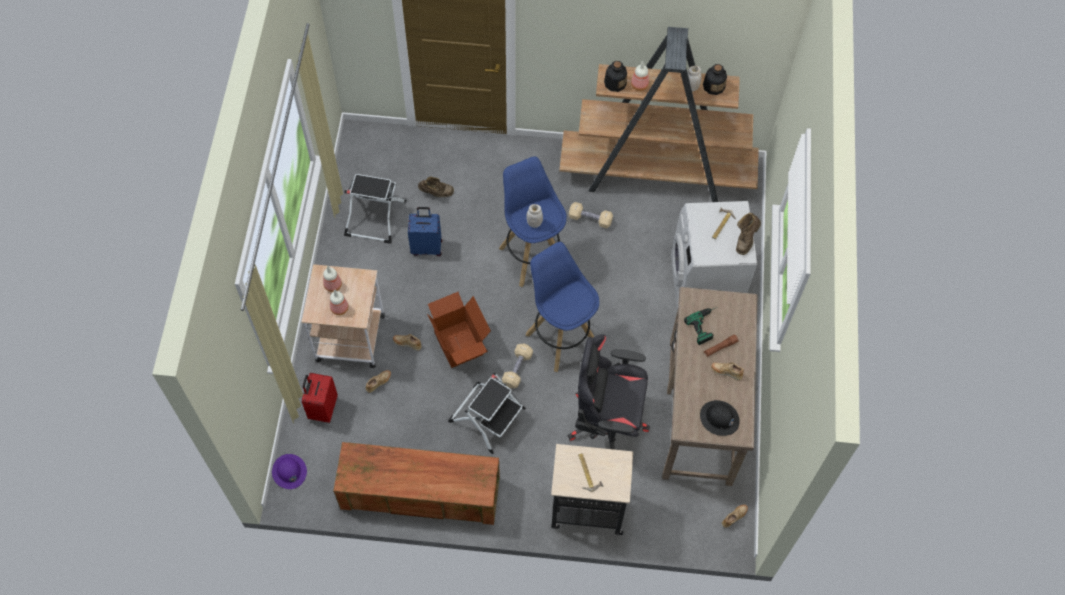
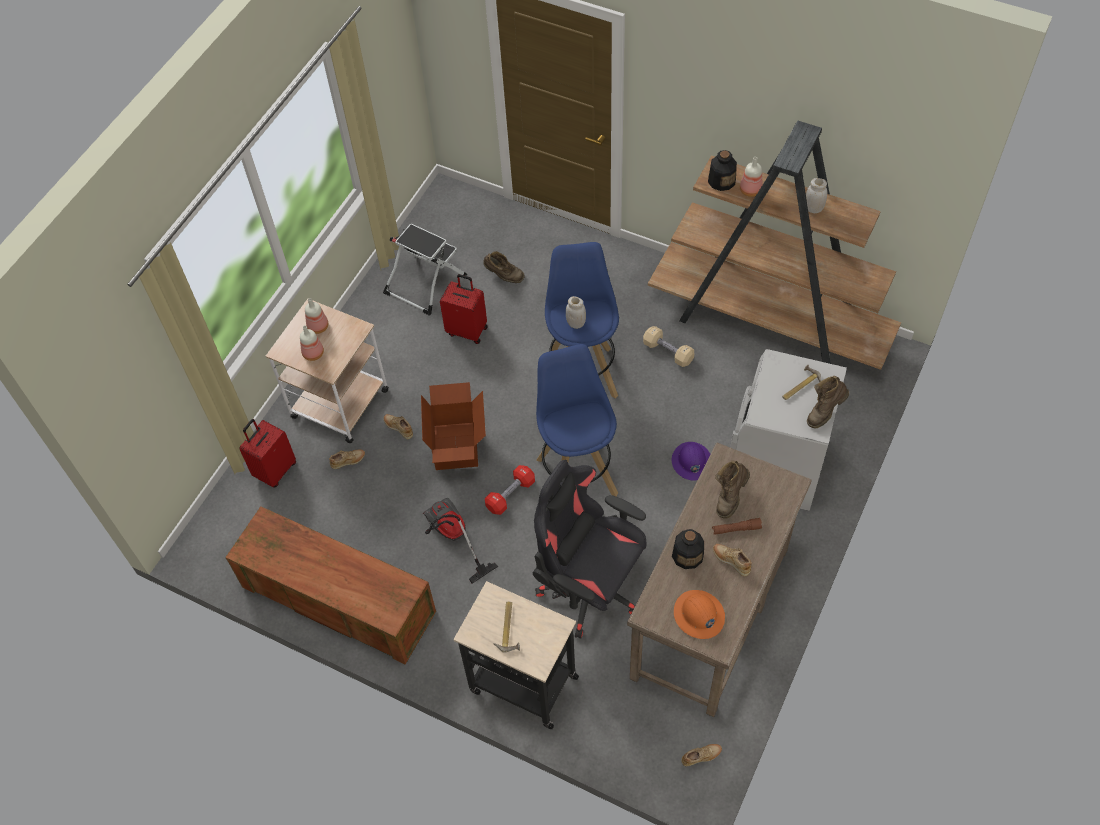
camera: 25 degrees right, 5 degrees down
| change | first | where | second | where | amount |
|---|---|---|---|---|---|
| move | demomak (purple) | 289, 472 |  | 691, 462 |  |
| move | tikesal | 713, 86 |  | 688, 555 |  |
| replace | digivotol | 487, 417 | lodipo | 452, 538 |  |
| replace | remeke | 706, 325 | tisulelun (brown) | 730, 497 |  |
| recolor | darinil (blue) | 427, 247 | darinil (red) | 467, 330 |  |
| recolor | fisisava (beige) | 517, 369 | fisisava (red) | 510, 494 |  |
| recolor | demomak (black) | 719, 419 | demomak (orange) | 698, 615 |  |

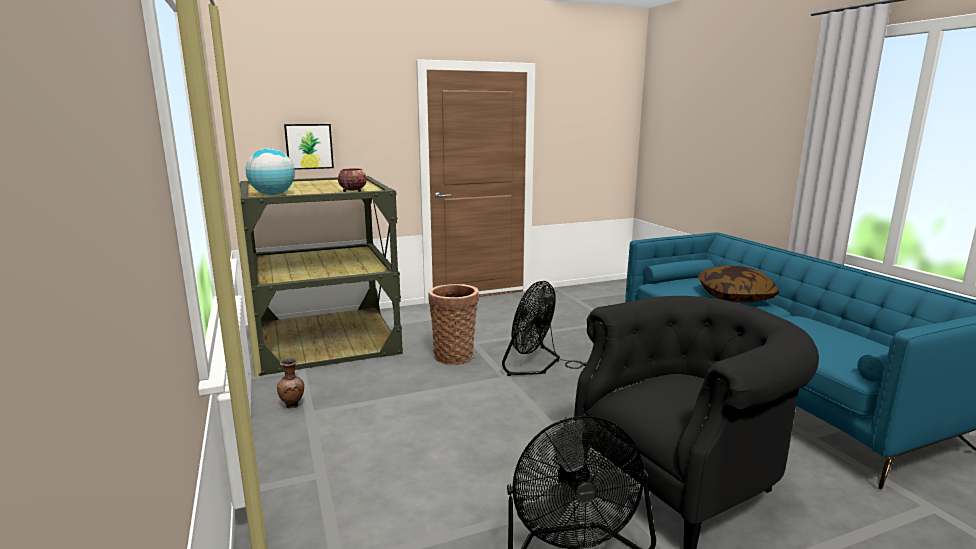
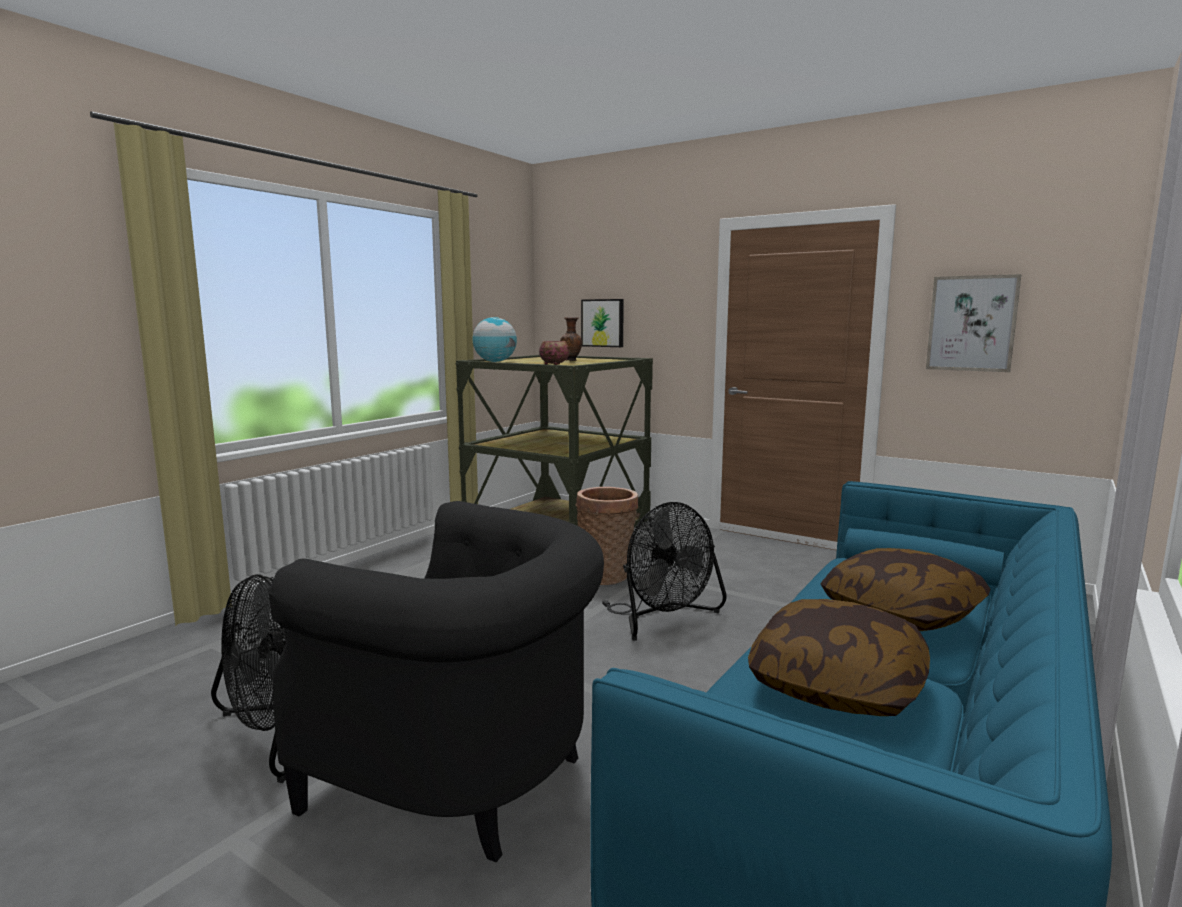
camera: 55 degrees right, 5 degrees down
| change | first | where | second | where | amount |
|---|---|---|---|---|---|
| insert |  |  | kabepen | 837, 684 |  |
| insert |  |  | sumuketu | 971, 323 |  |
| move | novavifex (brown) | 293, 406 |  | 571, 361 |  |
| rotate | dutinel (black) | 541, 363 |  | 659, 618 | 150 degrees clockwise |

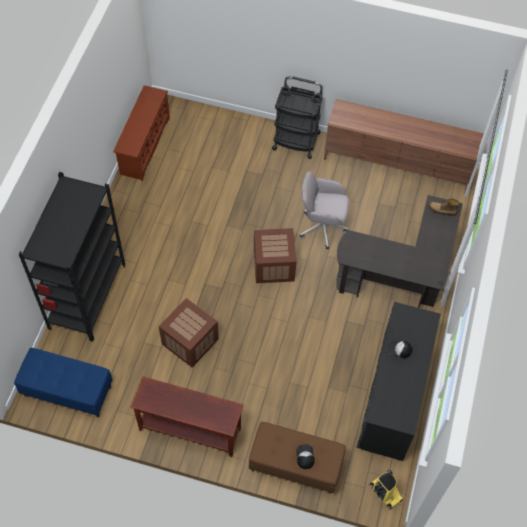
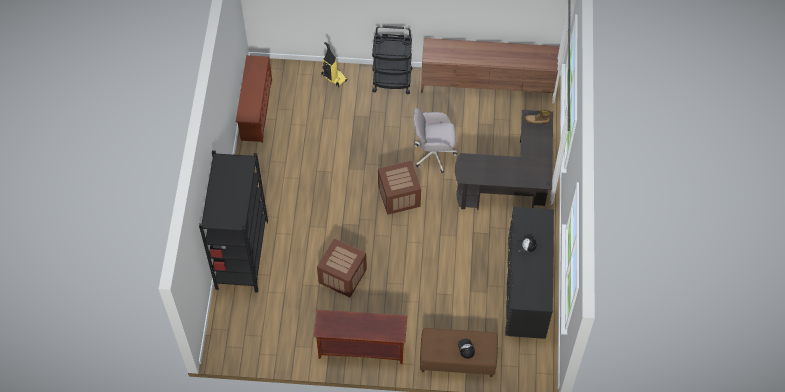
camera: 10 degrees left, 0 degrees up
| change | first | where | second | where | amount |
|---|---|---|---|---|---|
| delete | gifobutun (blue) | 67, 391 |  |  |  |
| move | lodipo | 384, 492 |  | 333, 78 |  |

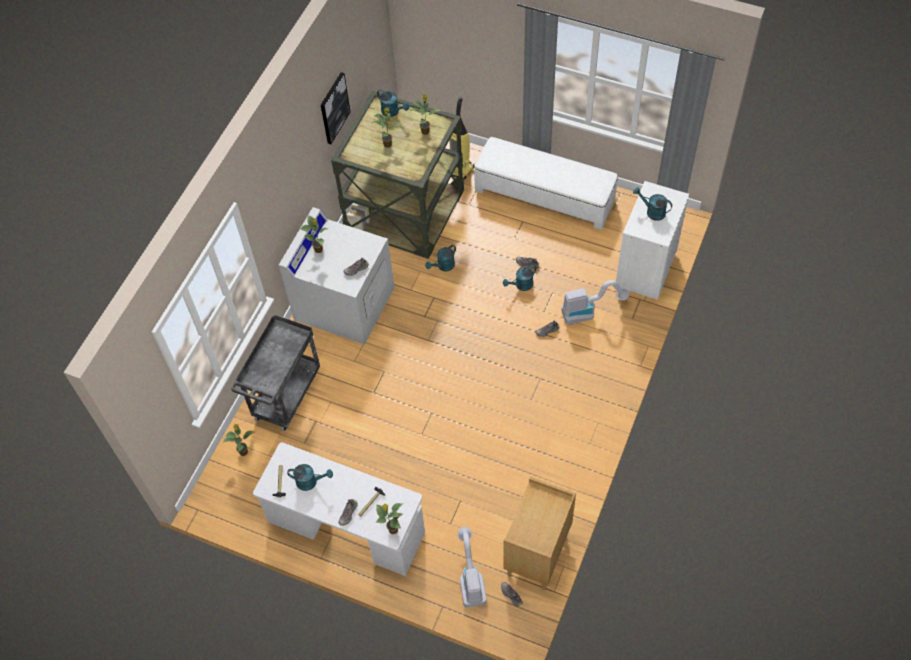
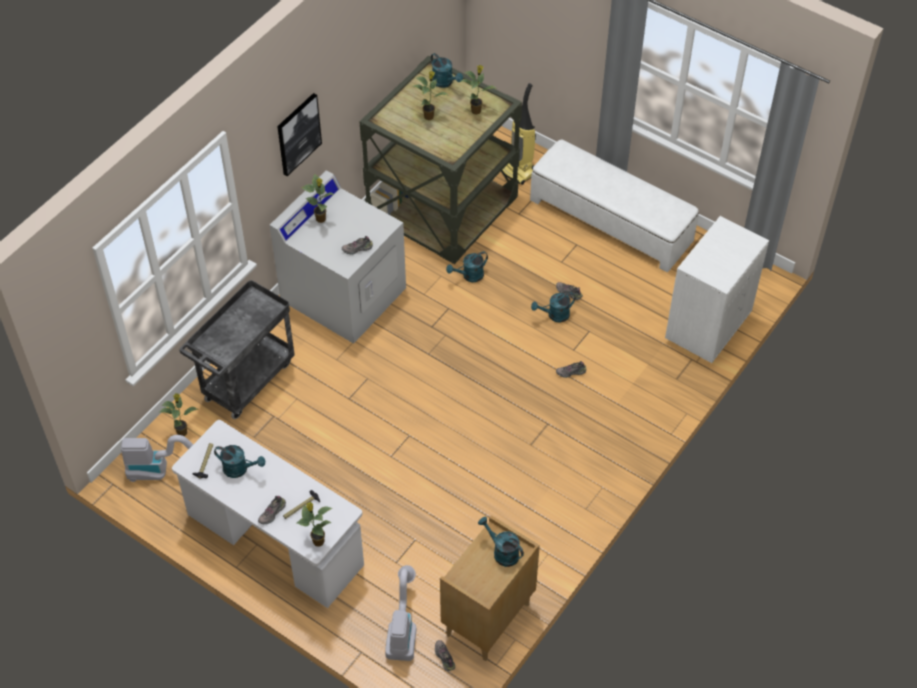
camera: 10 degrees right, 5 degrees down
| change | first | where | second | where | amount |
|---|---|---|---|---|---|
| move | sumuketu | 334, 108 |  | 298, 134 |  |
| move | lodipo | 588, 312 |  | 162, 470 |  |
| move | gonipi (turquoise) | 652, 211 |  | 502, 552 |  |

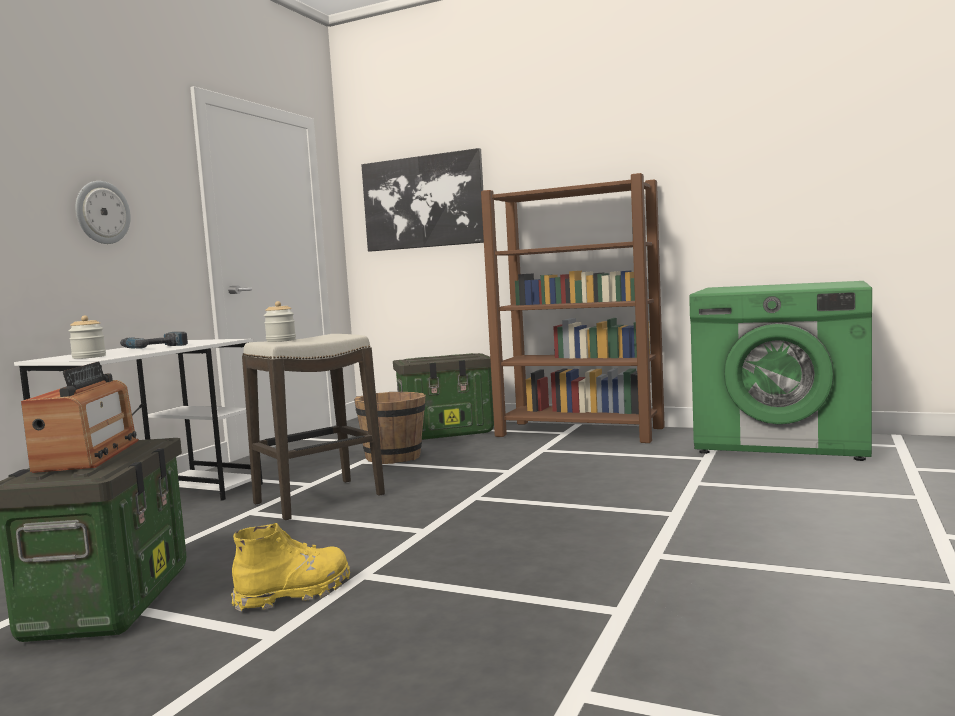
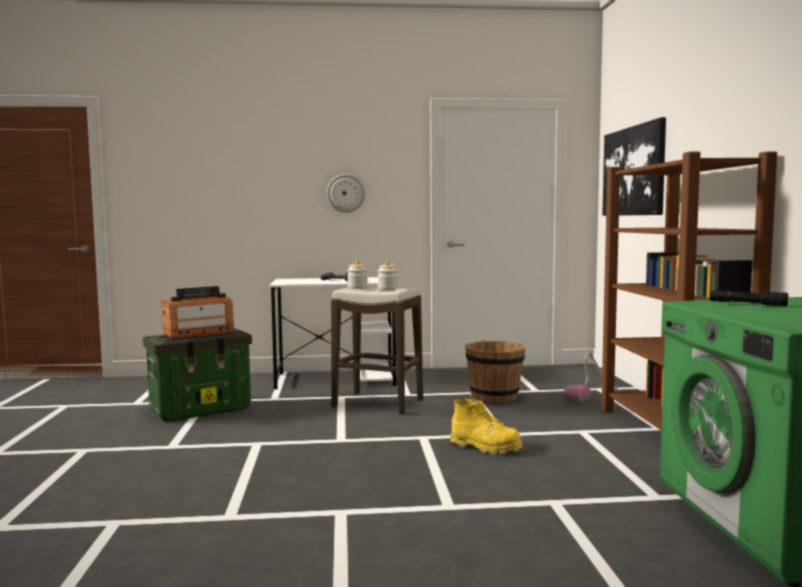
camera: 60 degrees right, 0 degrees up
| change | first | where | second | where | amount |
|---|---|---|---|---|---|
| insert |  |  | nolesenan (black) | 747, 304 |  |
| move | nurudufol | 89, 357 |  | 387, 289 |  |
| move | tisulelun (yellow) | 295, 594 |  | 485, 447 |  |
| replace | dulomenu | 447, 432 | lodipo | 591, 394 |  |

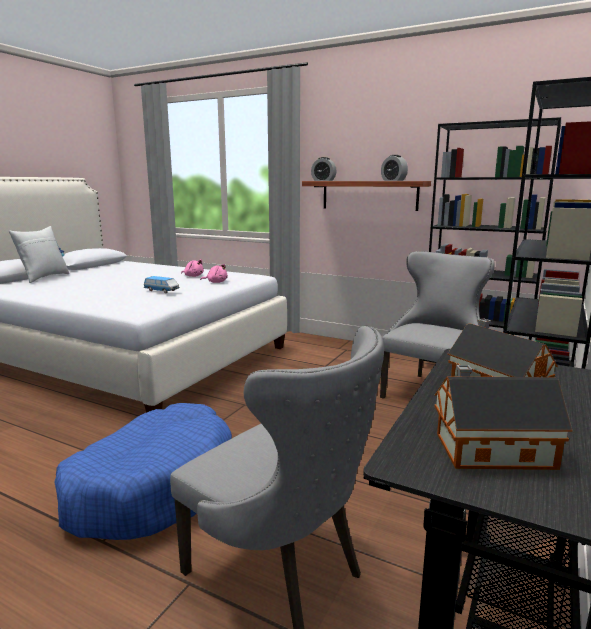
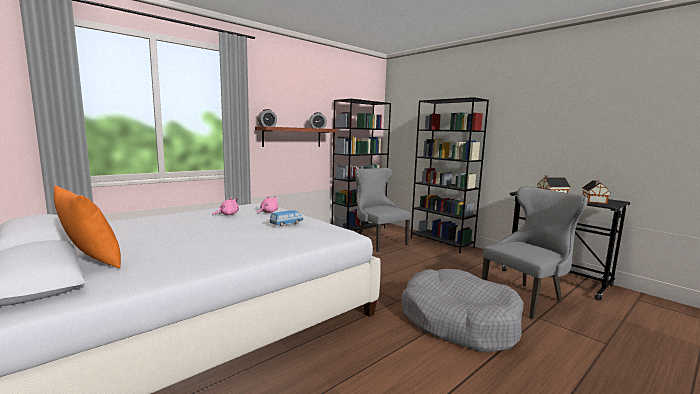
camera: 70 degrees left, 5 degrees down
| change | first | where | second | where | amount |
|---|---|---|---|---|---|
| recolor | kabepen (grey) | 44, 278 | kabepen (orange) | 91, 262 |  |
| recolor | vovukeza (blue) | 152, 486 | vovukeza (grey) | 458, 321 |  |

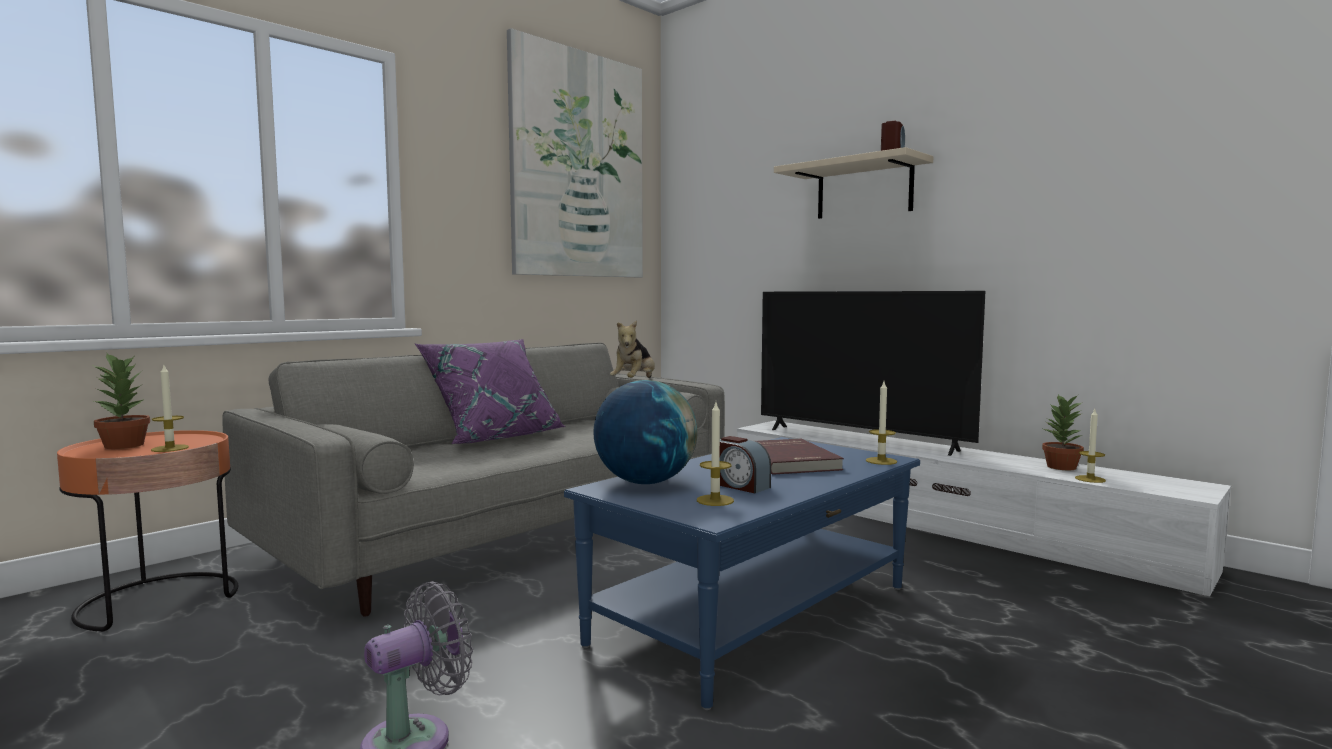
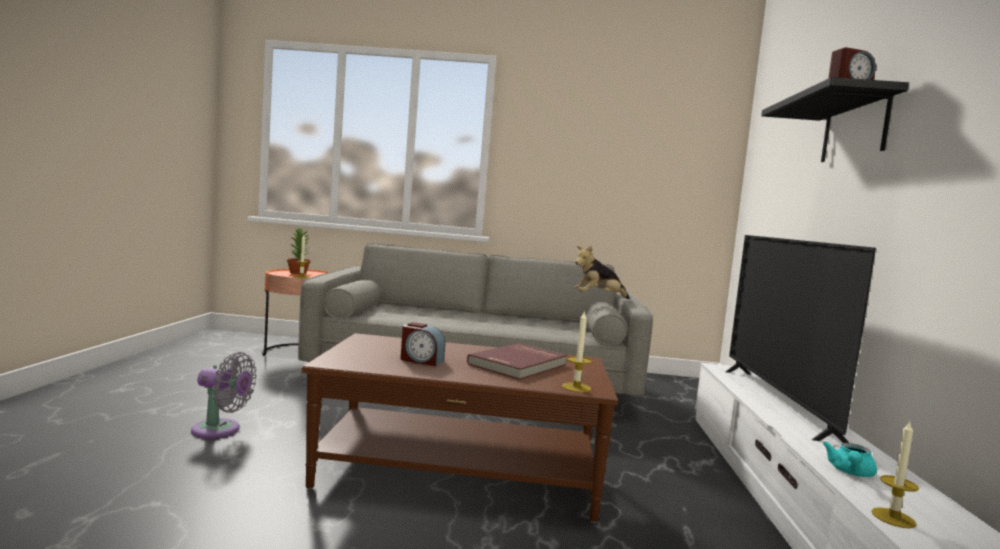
camera: 50 degrees right, 0 degrees up
| change | first | where | second | where | amount |
|---|---|---|---|---|---|
| delete | kabepen (purple) | 494, 437 |  |  |  |
| delete | sumuketu | 578, 165 |  |  |  |
| delete | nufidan | 645, 482 |  |  |  |
| delete | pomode | 715, 500 |  |  |  |
| delete | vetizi | 1061, 467 |  |  |  |
| insert |  |  | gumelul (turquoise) | 850, 472 |  |
| recolor | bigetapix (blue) | 756, 614 | bigetapix (brown) | 460, 475 |  |
| recolor | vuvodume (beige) | 864, 190 | vuvodume (black) | 854, 128 |  |
| rotate | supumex | 741, 486 |  | 421, 360 | 75 degrees counterclockwise |

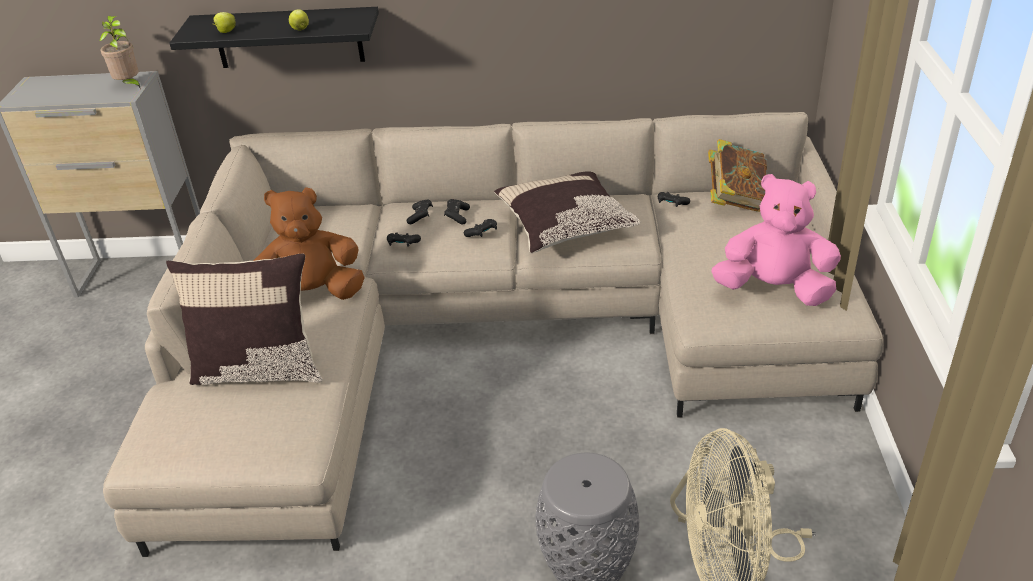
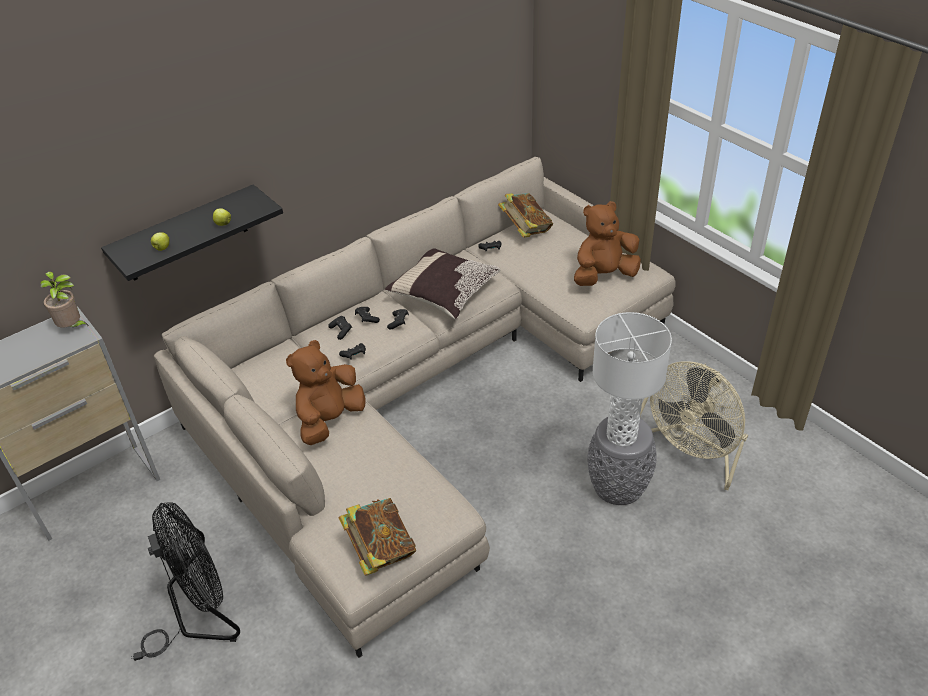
camera: 40 degrees left, 5 degrees up
| change | first | where | second | where | amount |
|---|---|---|---|---|---|
| delete | kabepen | 260, 370 |  |  |  |
| insert |  |  | dutinel (black) | 194, 607 |  |
| insert |  |  | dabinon | 380, 550 |  |
| insert |  |  | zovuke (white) | 621, 435 |  |
| recolor | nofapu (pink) | 774, 289 | nofapu (brown) | 603, 276 |  |

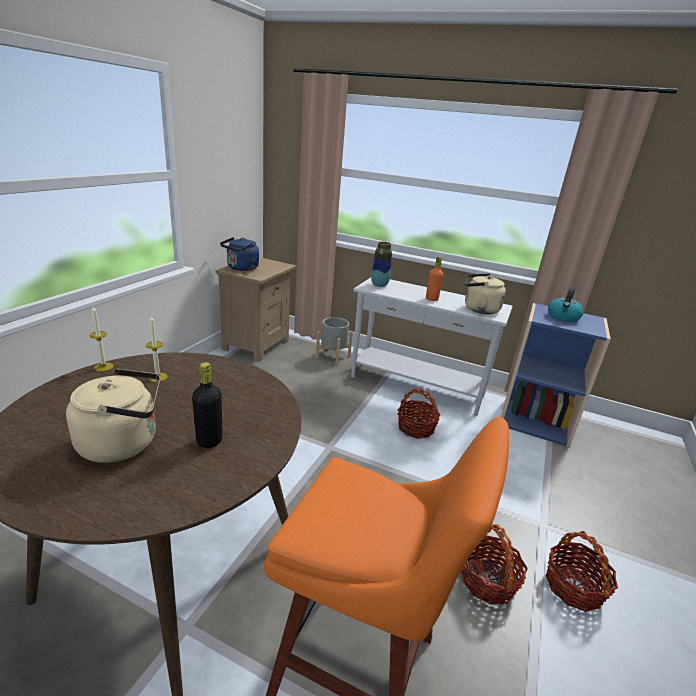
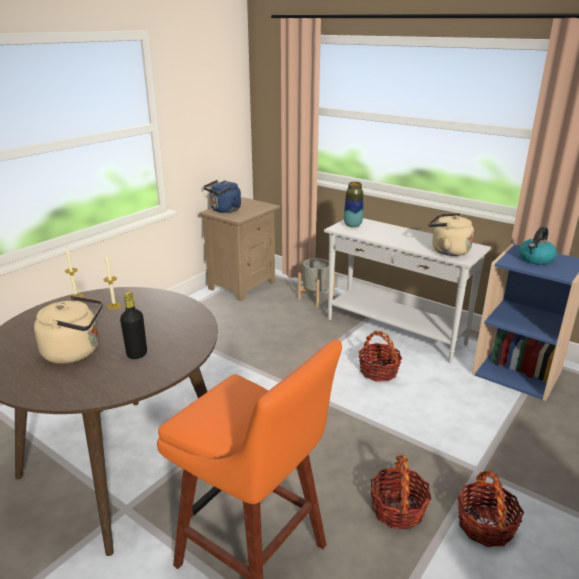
camera: 15 degrees right, 0 degrees up
| change | first | where | second | where | amount |
|---|---|---|---|---|---|
| delete | tikesal (orange) | 431, 299 |  |  |  |

